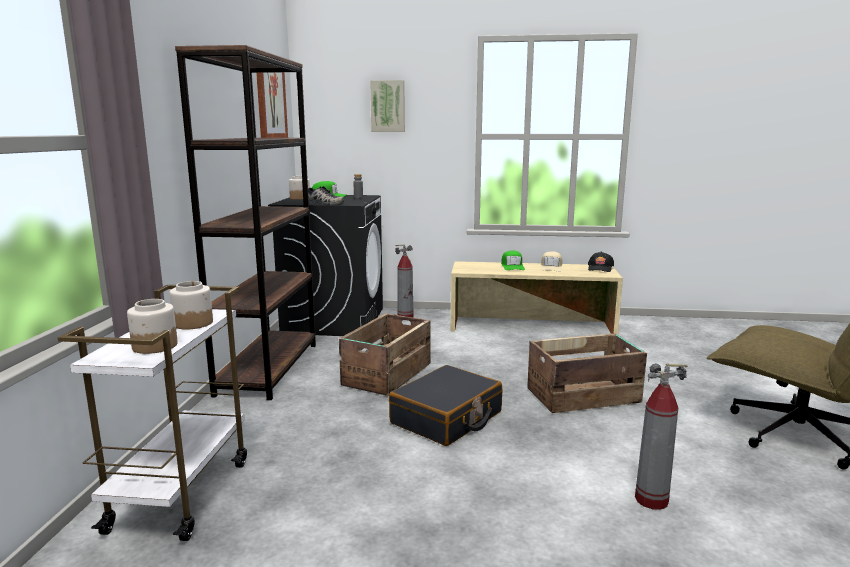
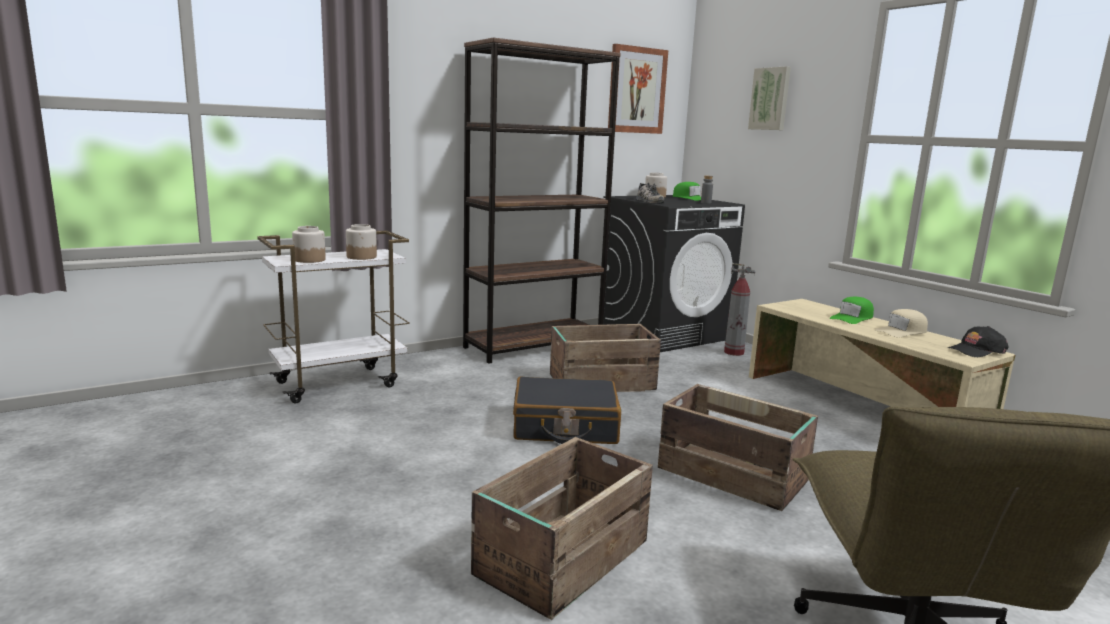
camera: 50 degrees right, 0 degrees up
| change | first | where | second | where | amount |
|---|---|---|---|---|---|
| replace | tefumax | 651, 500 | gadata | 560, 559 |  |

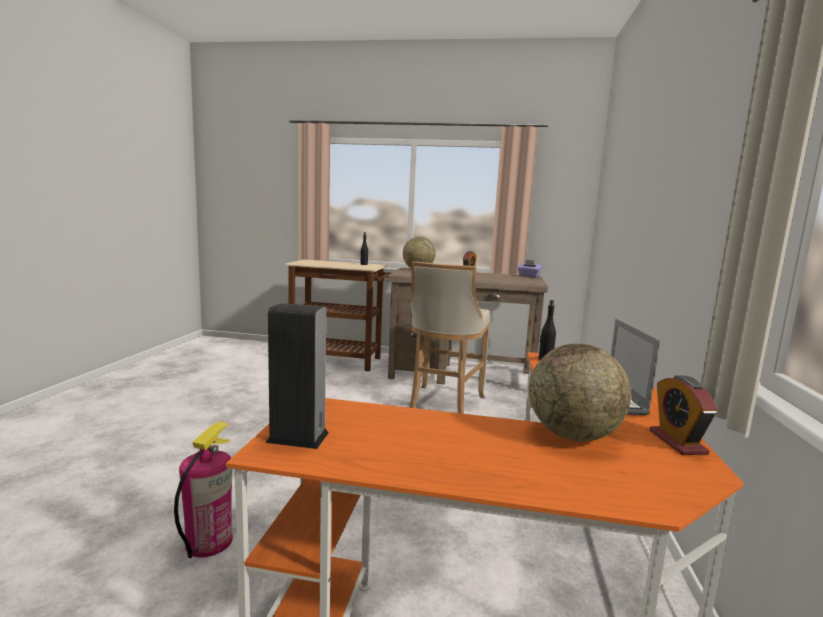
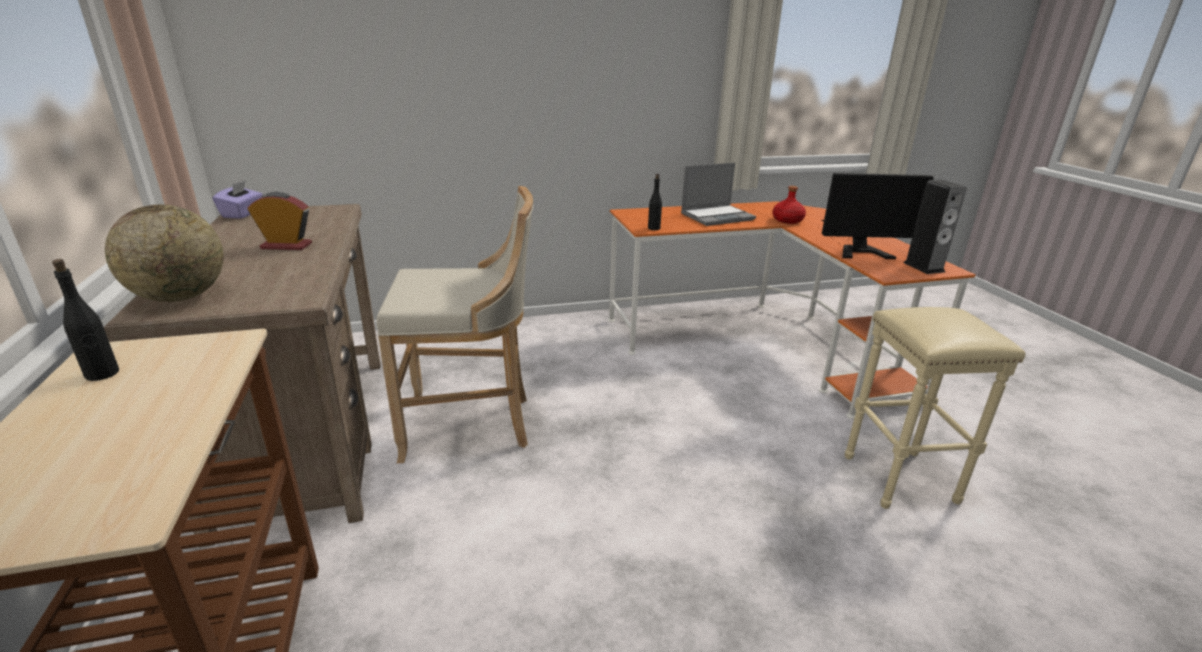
camera: 115 degrees left, 15 degrees up
| change | first | where | second | where | amount |
|---|---|---|---|---|---|
| delete | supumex | 677, 442 |  |  |  |
| insert |  |  | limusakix | 857, 248 |  |
| replace | tefumax | 209, 541 | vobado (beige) | 899, 479 |  |
| replace | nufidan | 573, 435 | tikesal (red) | 787, 220 |  |

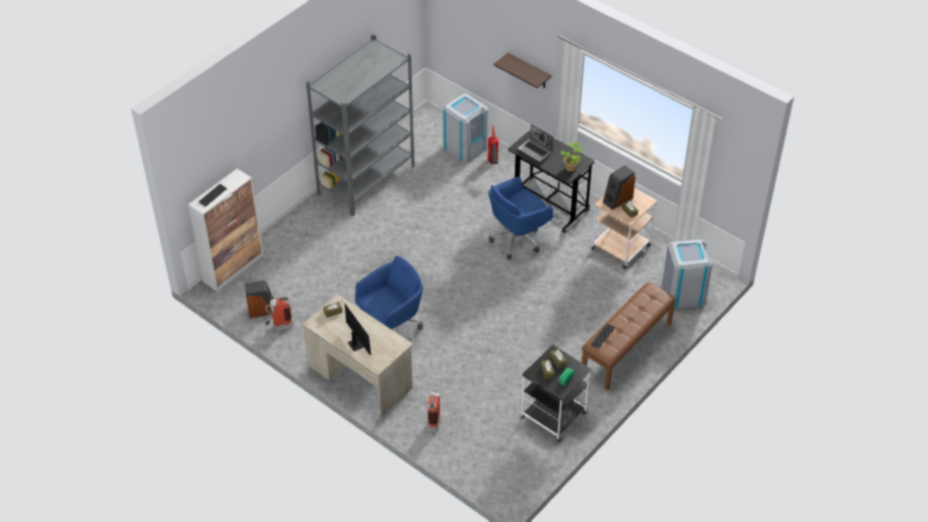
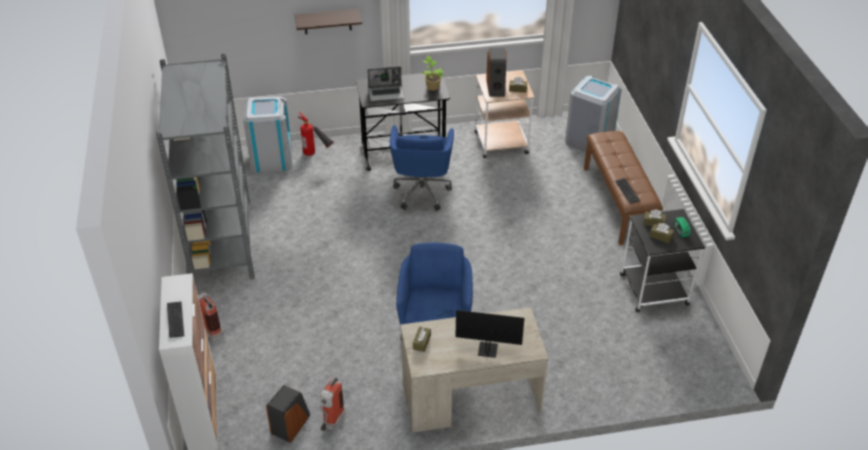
camera: 50 degrees left, 5 degrees down
| change | first | where | second | where | amount |
|---|---|---|---|---|---|
| move | tefumax | 435, 421 |  | 210, 331 |  |

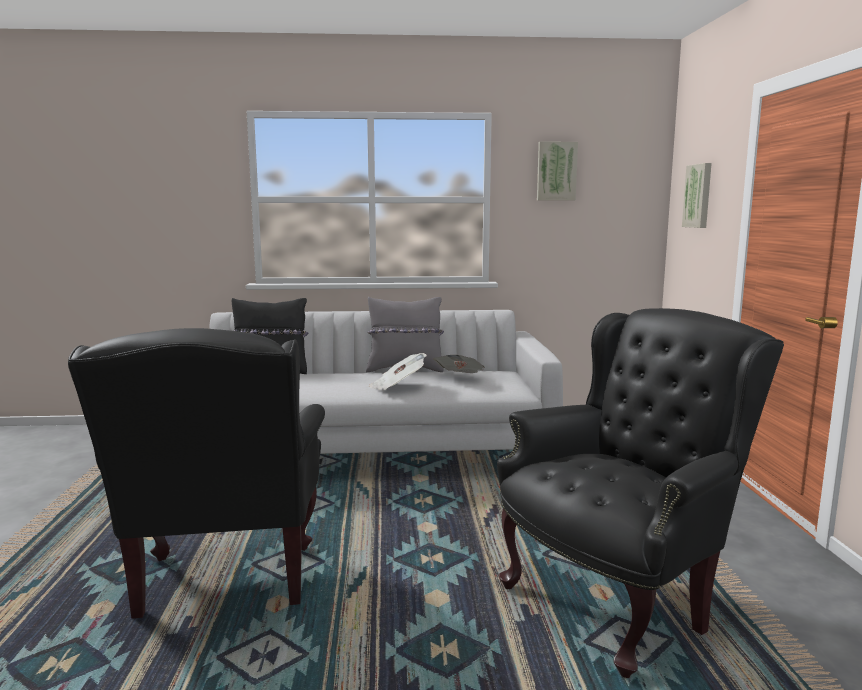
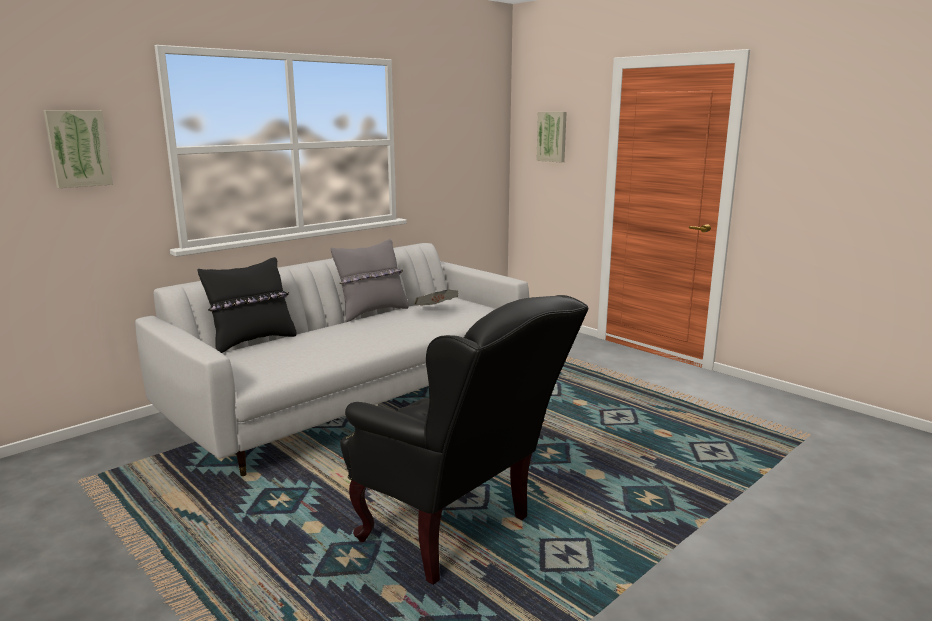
camera: 40 degrees left, 5 degrees up
| change | first | where | second | where | amount |
|---|---|---|---|---|---|
| delete | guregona | 397, 386 |  |  |  |
| delete | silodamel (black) | 617, 601 |  |  |  |
| move | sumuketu | 556, 171 |  | 78, 148 |  |

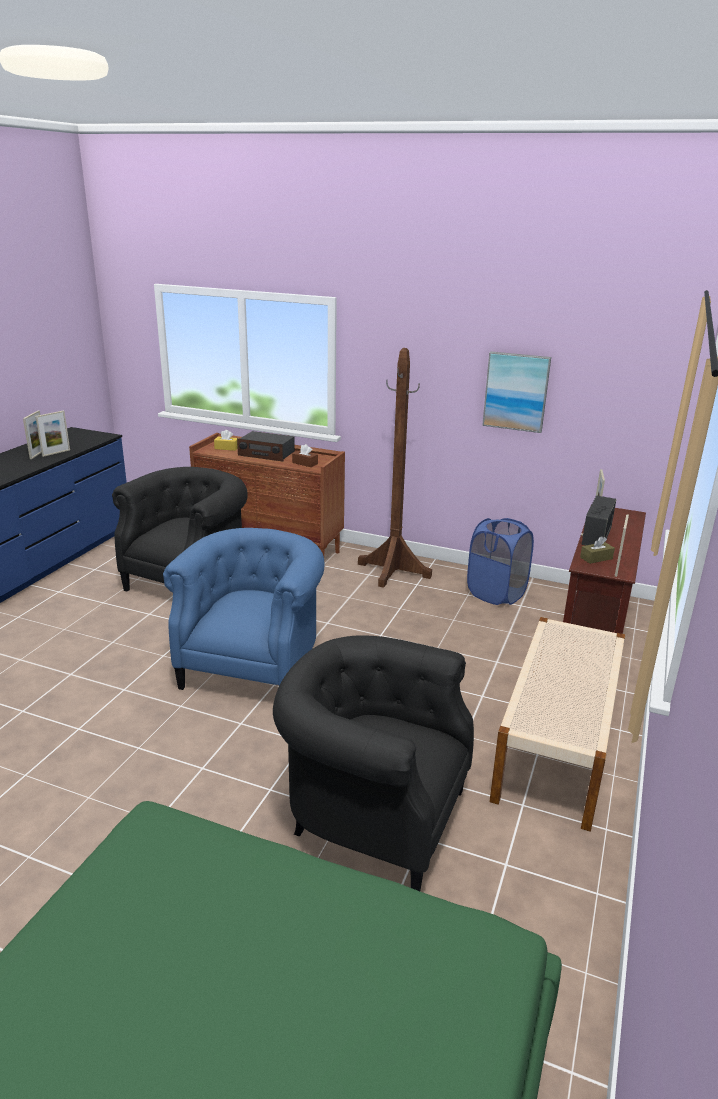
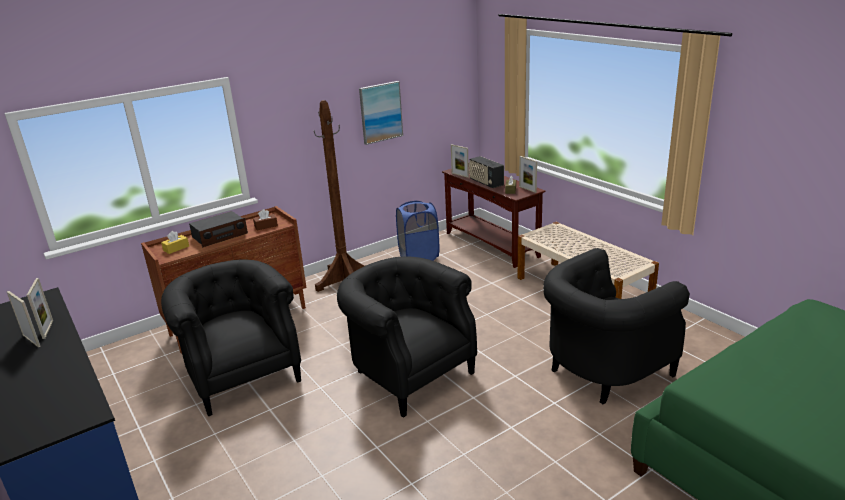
camera: 55 degrees left, 0 degrees up
| change | first | where | second | where | amount |
|---|---|---|---|---|---|
| recolor | silodamel (blue) | 254, 666 | silodamel (black) | 408, 373 |  |

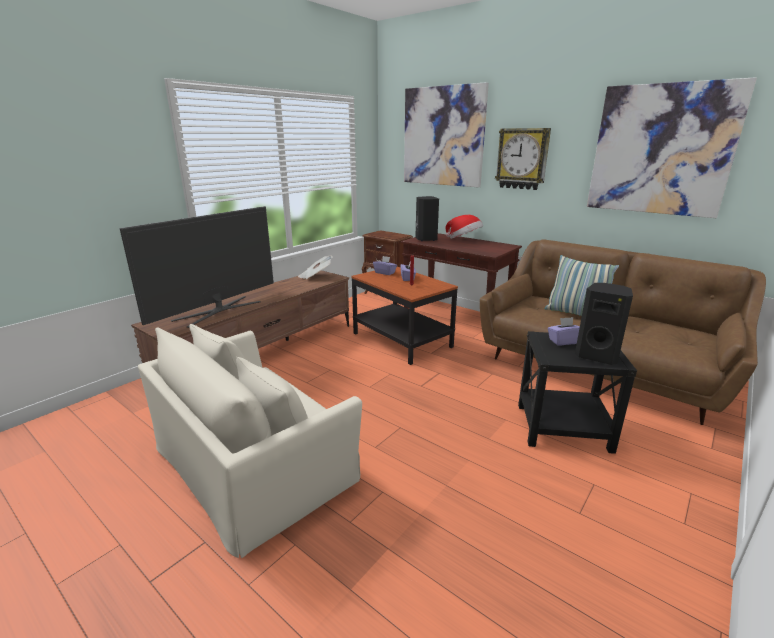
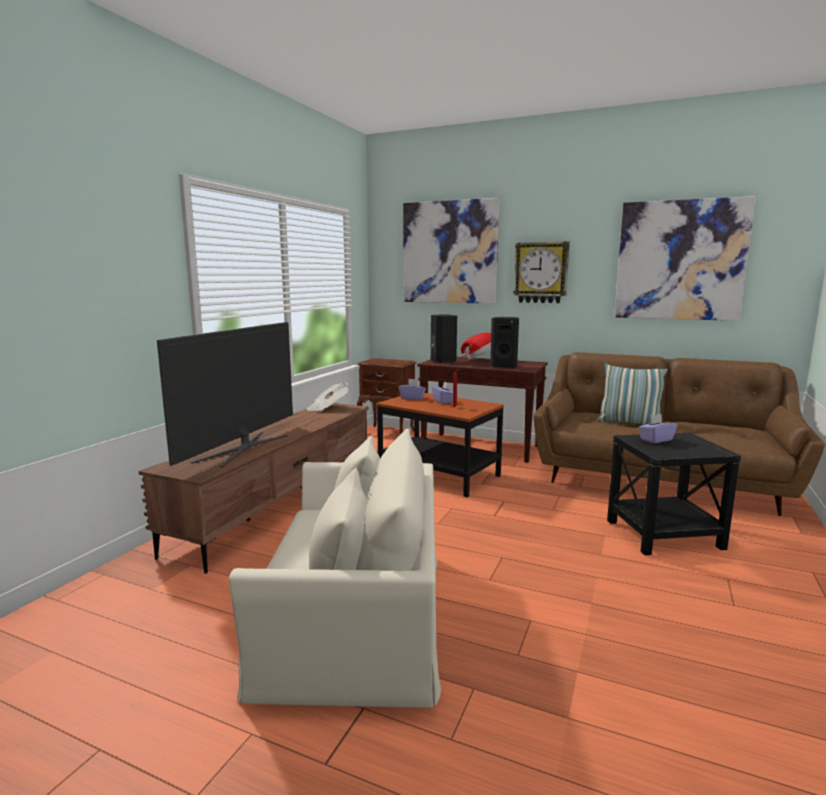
camera: 15 degrees left, 10 degrees down
| change | first | where | second | where | amount |
|---|---|---|---|---|---|
| move | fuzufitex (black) | 597, 356 |  | 504, 366 |  |
| rotate | silodamel (beige) | 253, 460 |  | 356, 615 | 120 degrees counterclockwise |

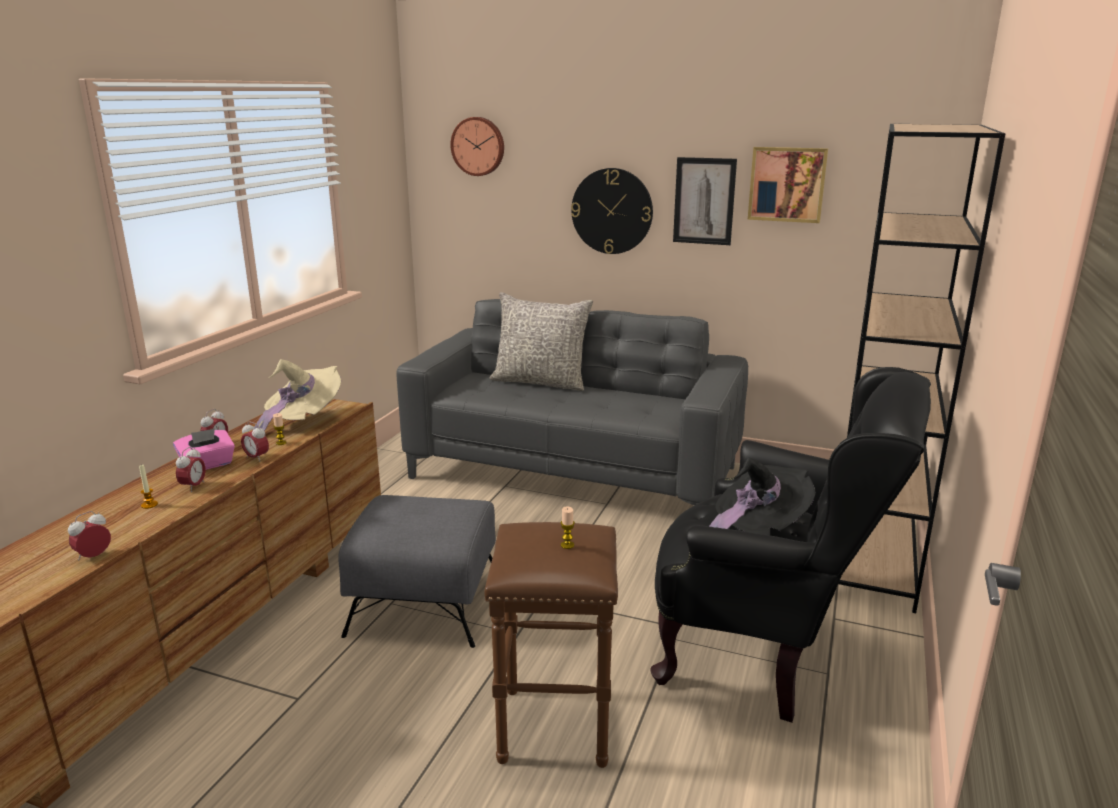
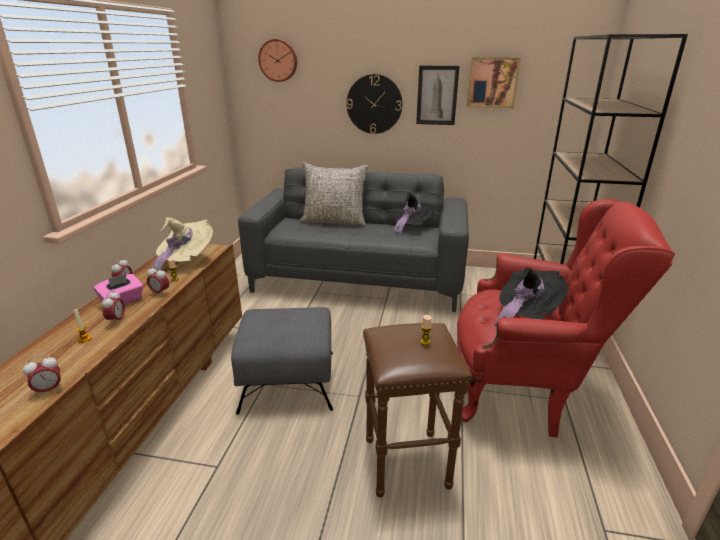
camera: 10 degrees left, 5 degrees up
| change | first | where | second | where | amount |
|---|---|---|---|---|---|
| insert |  |  | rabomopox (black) | 411, 226 |  |
| recolor | silodamel (black) | 765, 656 | silodamel (red) | 523, 393 |  |
| rotate | supumex | 94, 556 |  | 49, 390 | 150 degrees counterclockwise |

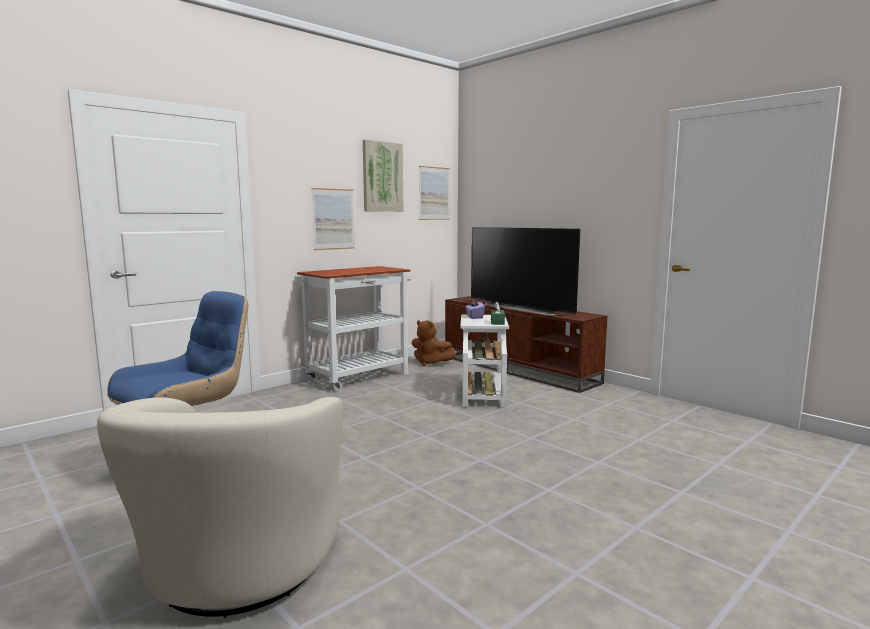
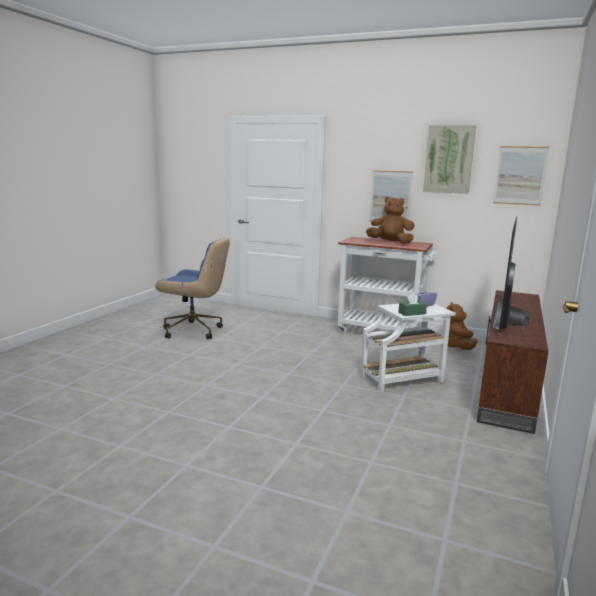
camera: 65 degrees right, 5 degrees up
| change | first | where | second | where | amount |
|---|---|---|---|---|---|
| delete | silodamel (beige) | 239, 569 |  |  |  |
| insert |  |  | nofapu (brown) | 390, 242 |  |

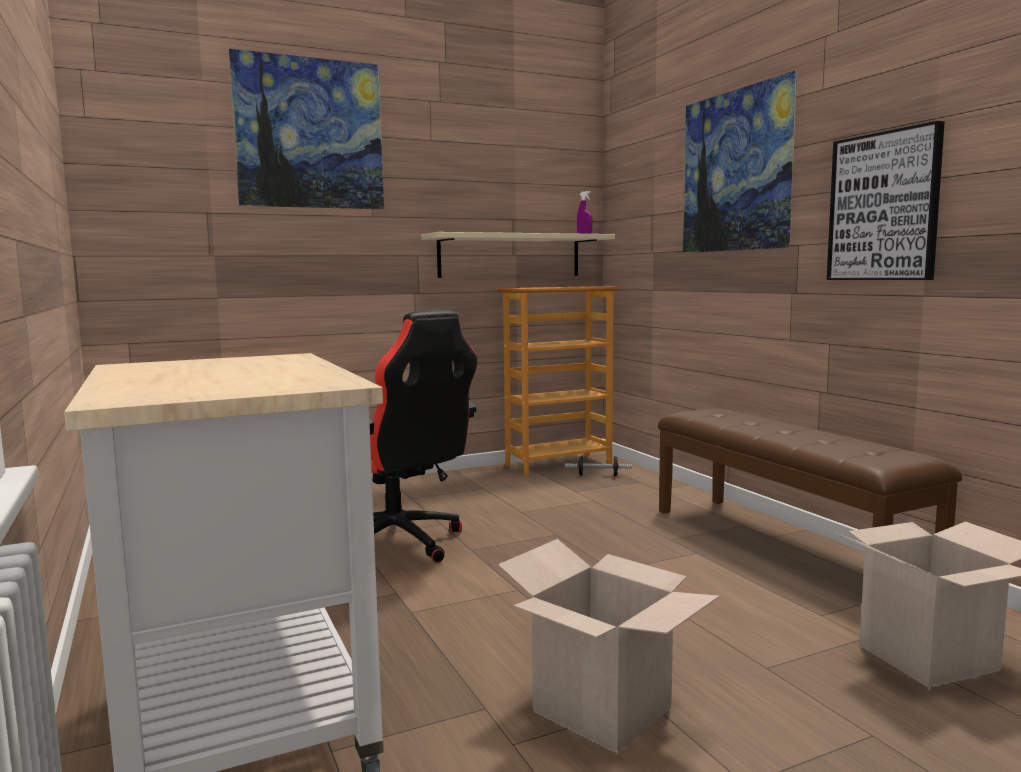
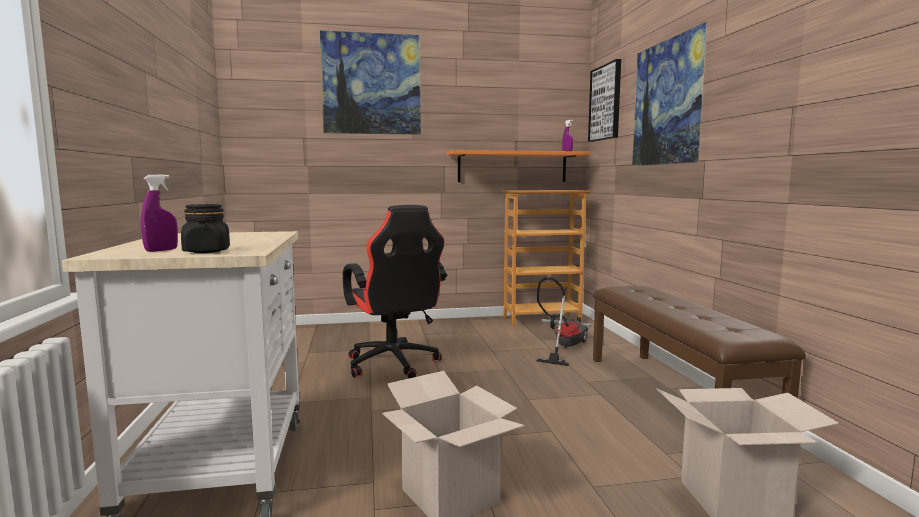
camera: 15 degrees right, 0 degrees up
| change | first | where | second | where | amount |
|---|---|---|---|---|---|
| insert |  |  | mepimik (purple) | 161, 250 |  |
| insert |  |  | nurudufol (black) | 207, 251 |  |
| insert |  |  | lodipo | 562, 347 |  |
| move | sumuketu | 884, 207 |  | 605, 103 |  |
| recolor | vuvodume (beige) | 510, 256 | vuvodume (orange) | 512, 167 |  |

